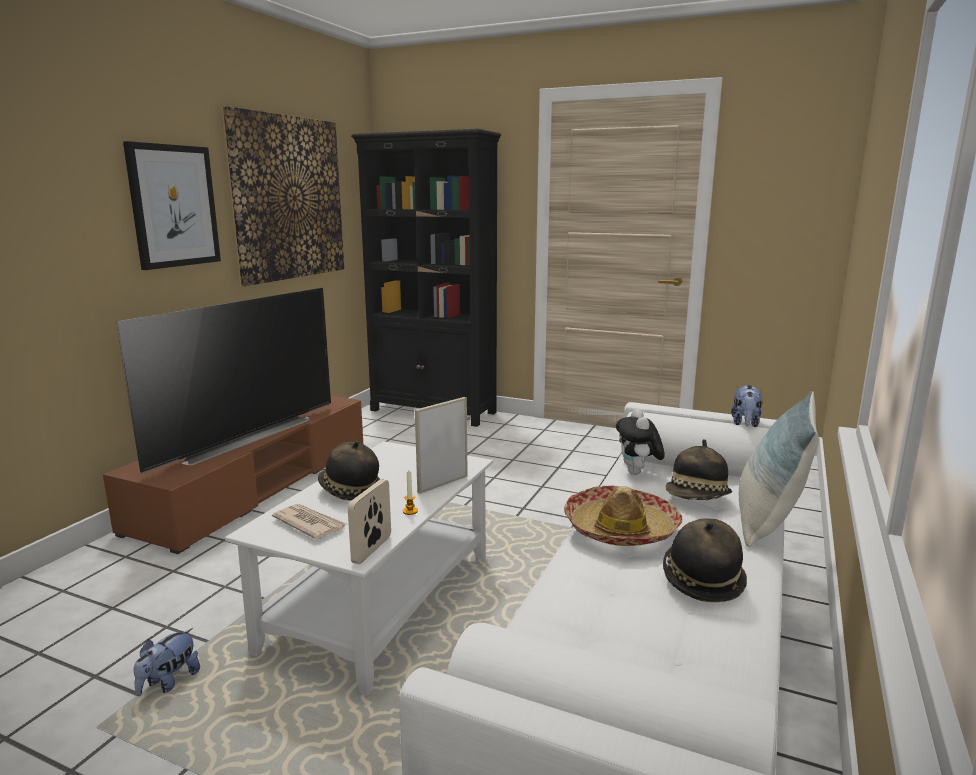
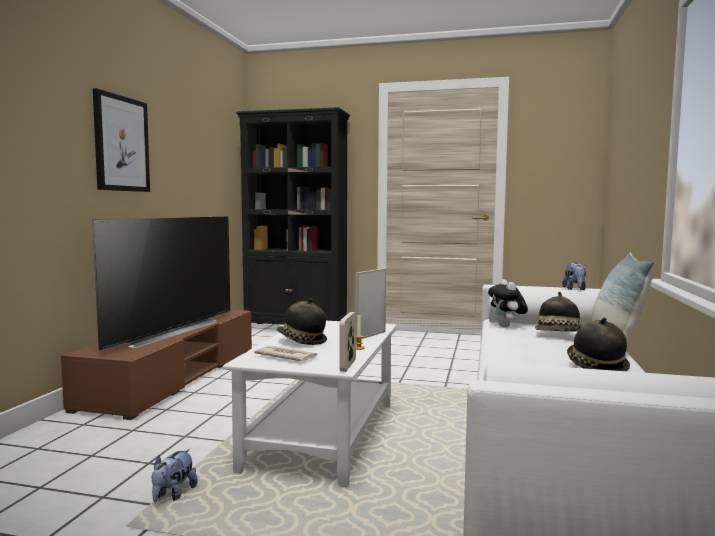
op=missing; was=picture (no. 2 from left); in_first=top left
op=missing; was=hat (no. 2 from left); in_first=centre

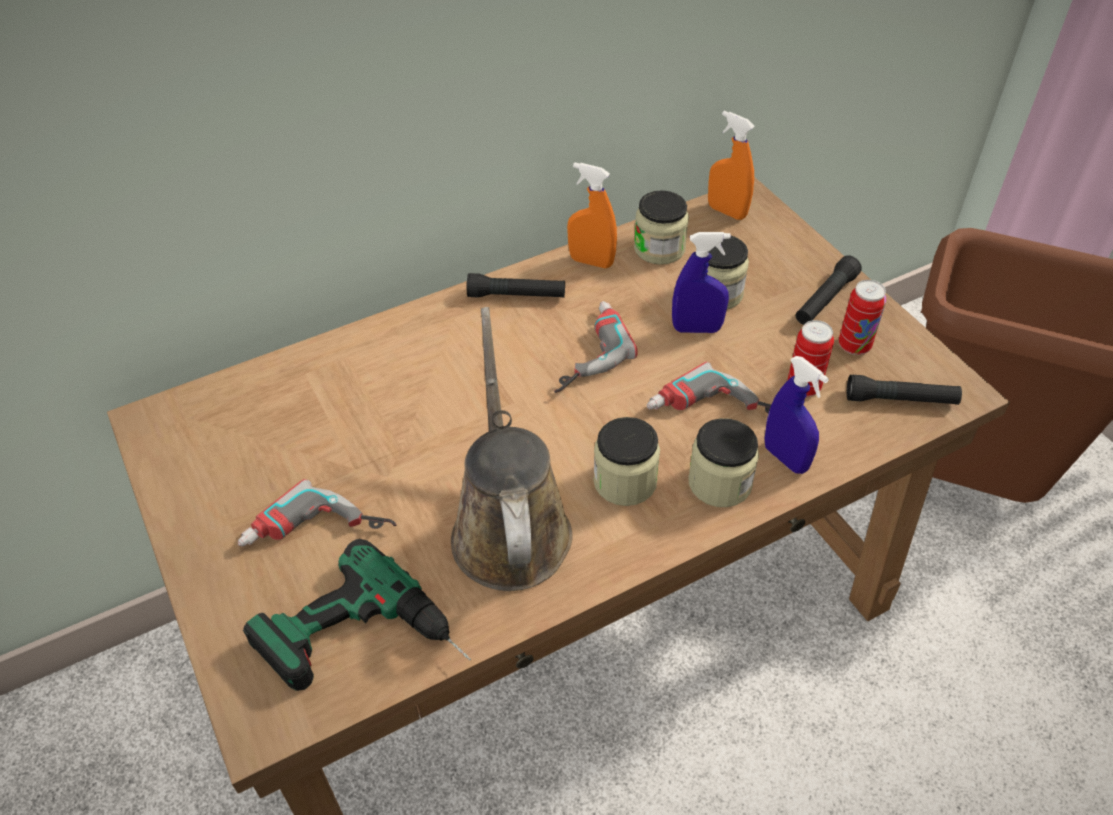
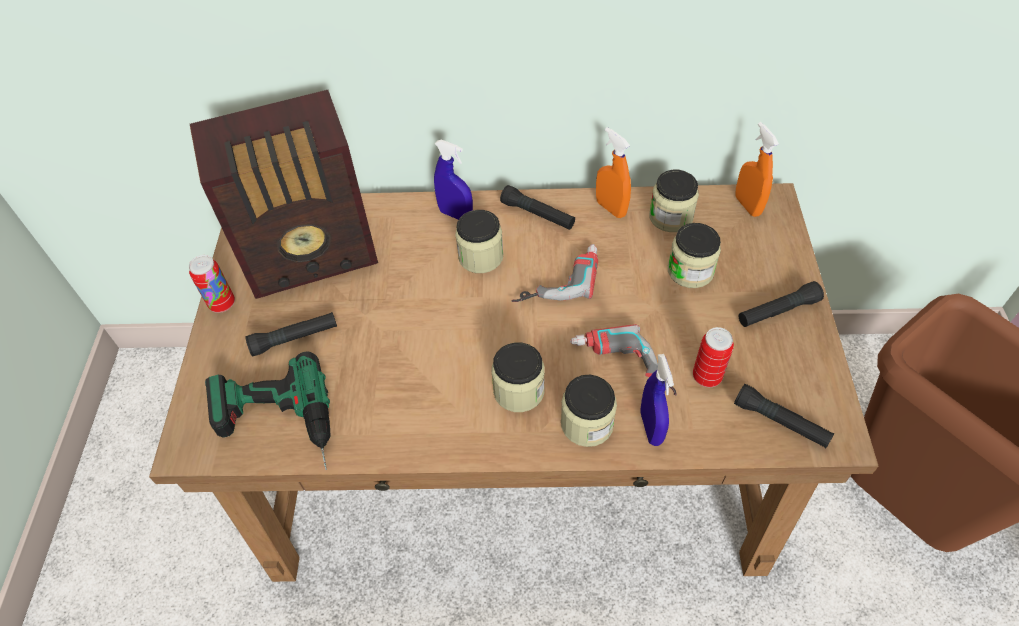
op=relocated; was=blue spray bottle (no. 1 from left); in_first=centre; in_second=top centre
op=relocated; was=can (no. 2 from left in the first image); now=can (no. 1 from left); in_first=middle right; in_second=middle left
op=missing; was=brown watering can; in_first=centre
op=exchanged; was=power drill (no. 1 from left); now=black flashlight (no. 1 from left); in_first=middle left; in_second=middle left
op=appeared; now=radio; in_second=top left
op=appeared; now=jar (no. 1 from left); in_second=centre

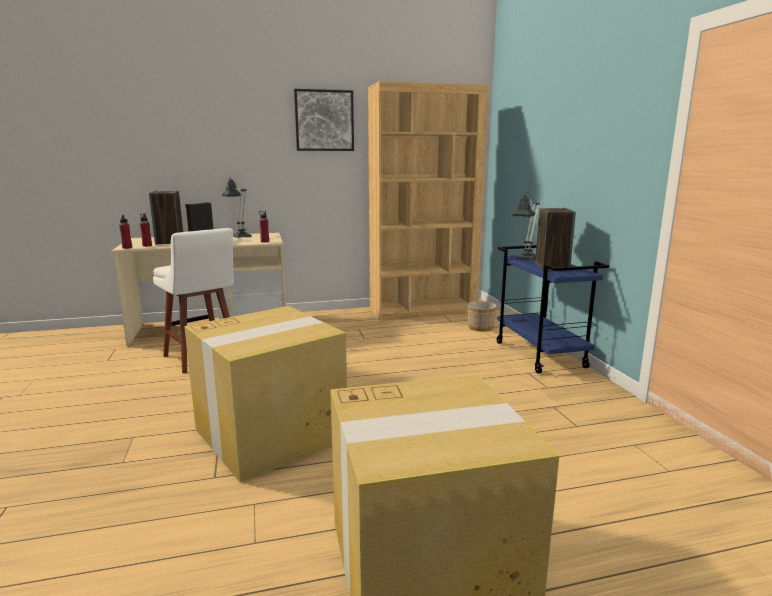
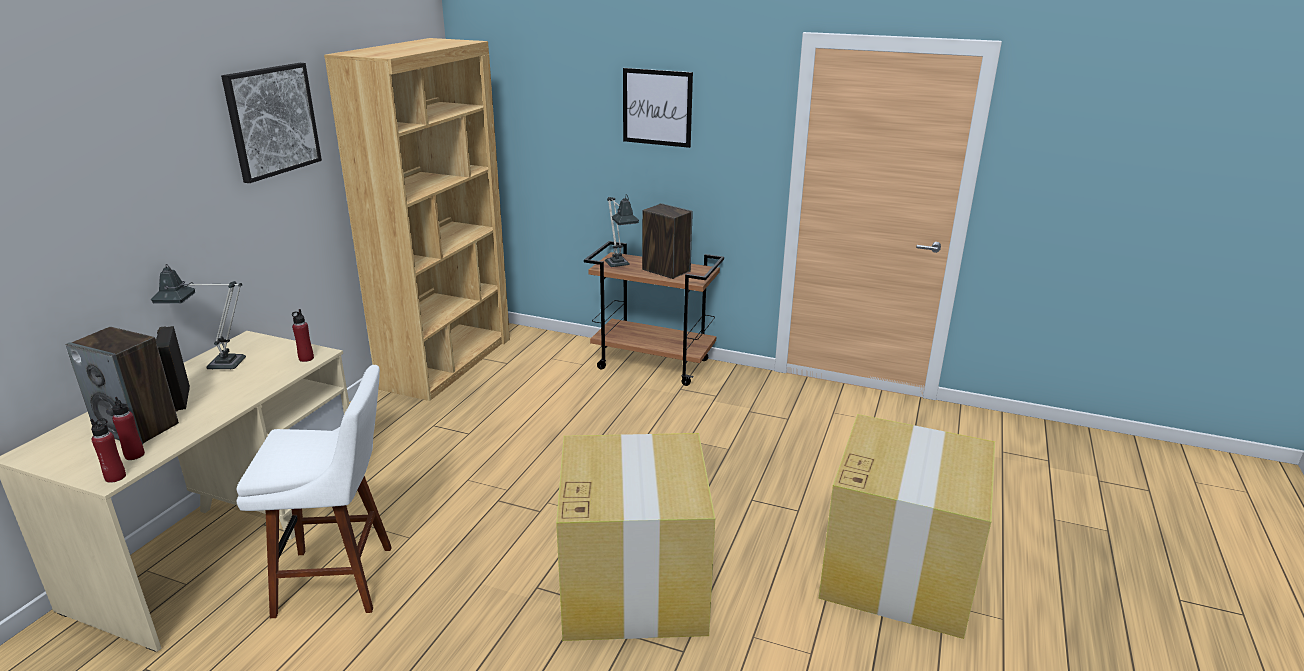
op=colour; was=blue cart; now=brown cart; in_first=middle right; in_second=centre
op=missing; was=planter; in_first=centre
op=appeared; now=picture (no. 2 from left); in_second=top centre

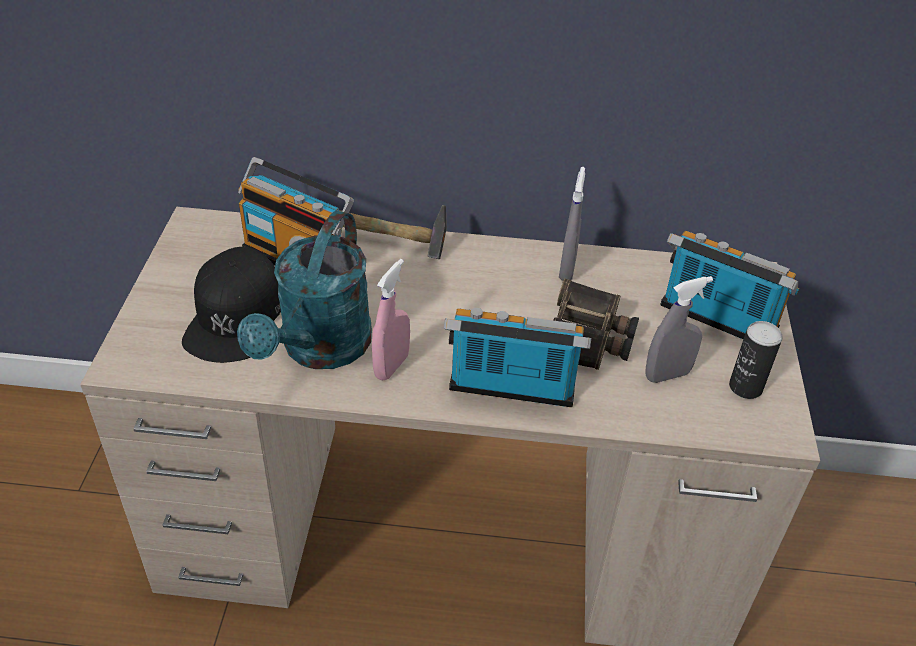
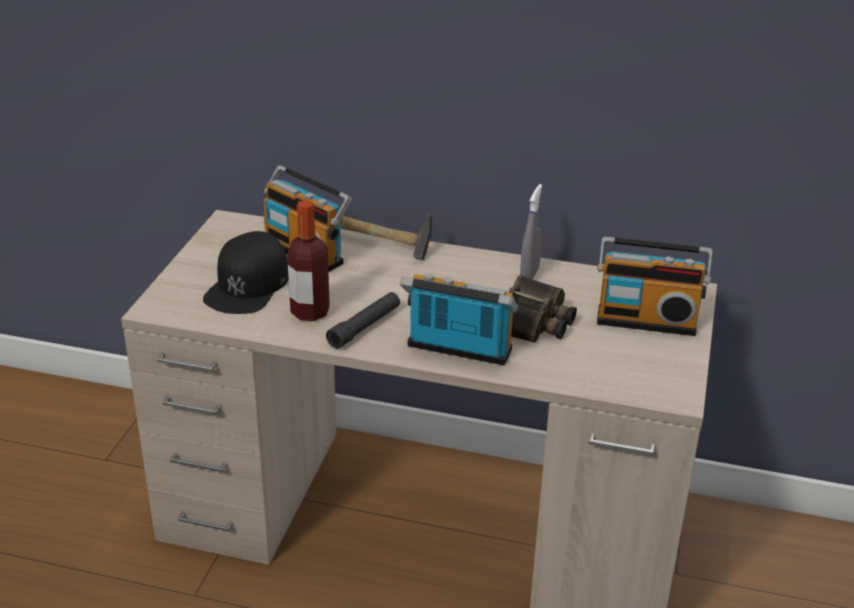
op=exchanged; was=turquoise watering can; now=bottle; in_first=middle left; in_second=centre
op=spun; was=radio (no. 3 from left); in_first=middle right; in_second=middle right; clockwise=150
op=exchanged; was=pink spray bottle; now=black flashlight; in_first=centre; in_second=centre
op=missing; was=grey spray bottle (no. 2 from left); in_first=middle right
op=missing; was=can; in_first=middle right

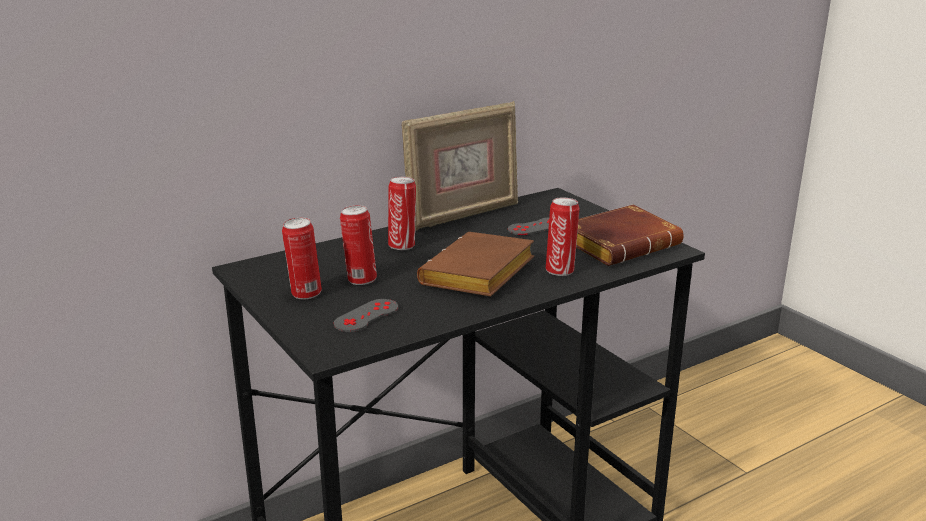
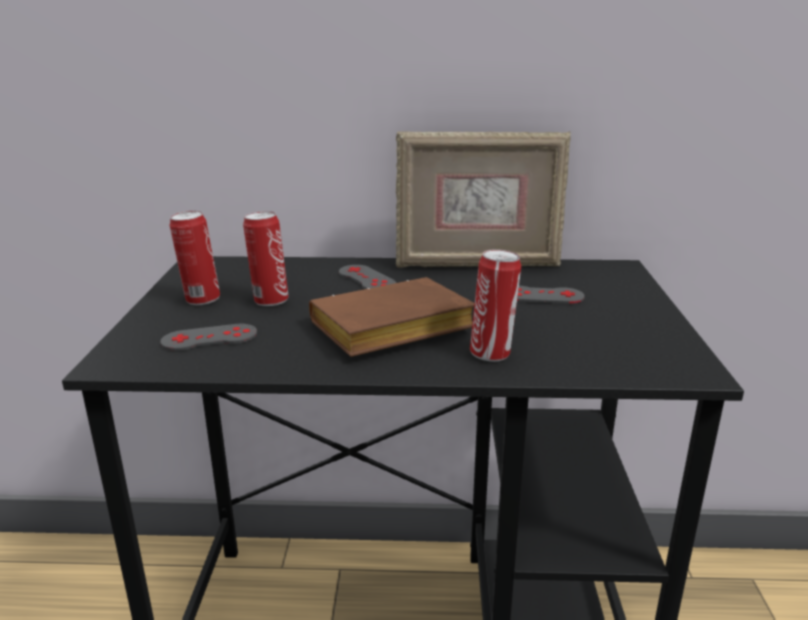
op=exchanged; was=can (no. 3 from left); now=grey game controller (no. 2 from left); in_first=centre; in_second=centre
op=missing; was=brown book (no. 2 from left); in_first=middle right

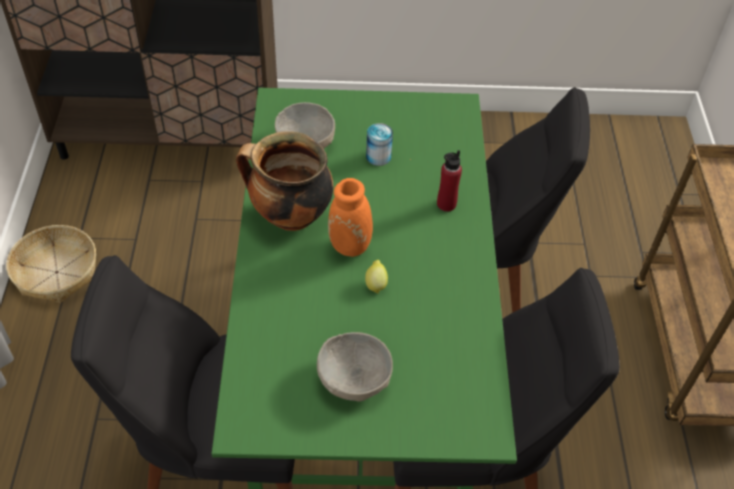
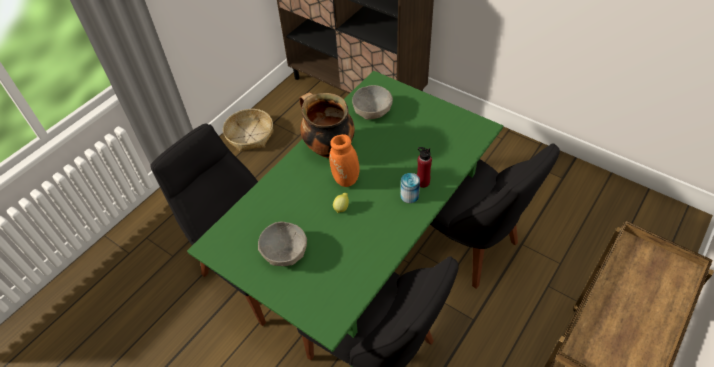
op=relocated; was=can; in_first=top centre; in_second=centre

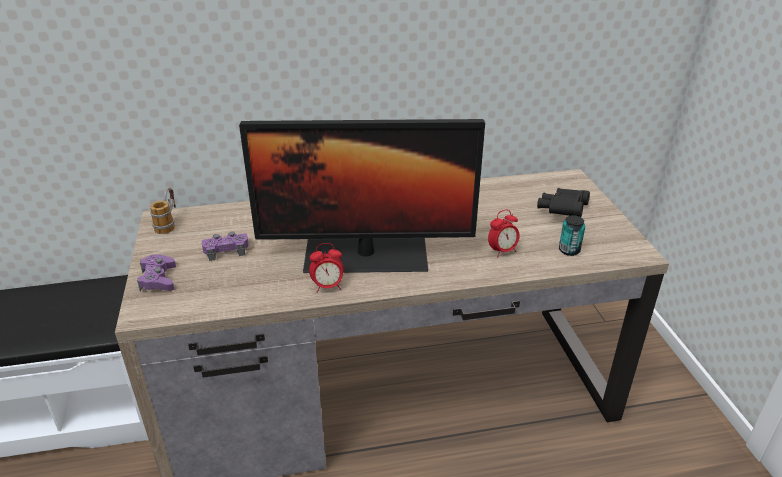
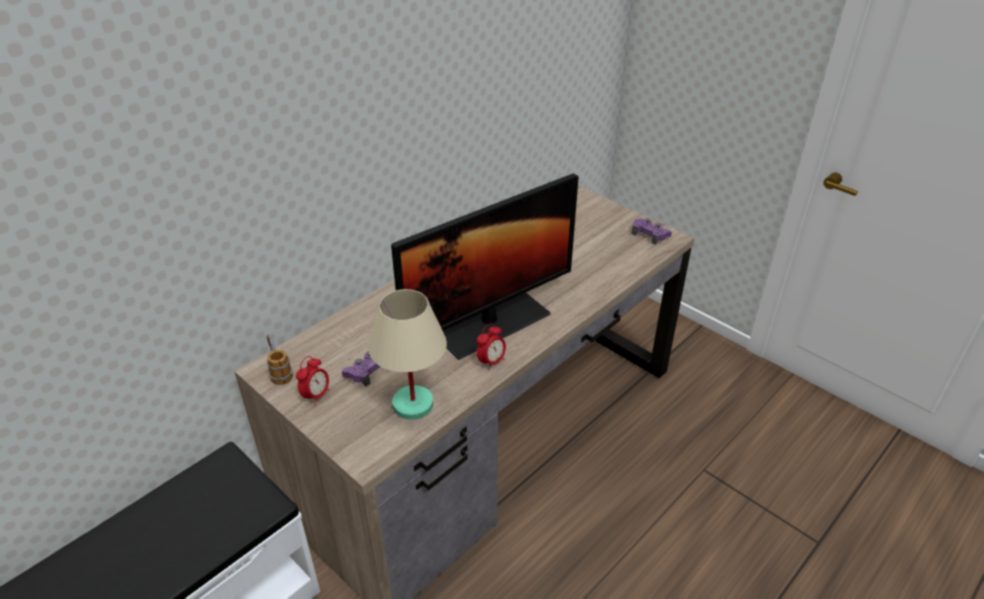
op=missing; was=black binoculars; in_first=middle right
op=relocated; was=alarm clock (no. 2 from left in the first image); now=alarm clock (no. 1 from left); in_first=centre; in_second=middle left
op=missing; was=can; in_first=middle right
op=relocated; was=purple game controller (no. 1 from left in the first image); now=purple game controller (no. 2 from left); in_first=middle left; in_second=centre
op=appeared; now=beige table lamp; in_second=centre

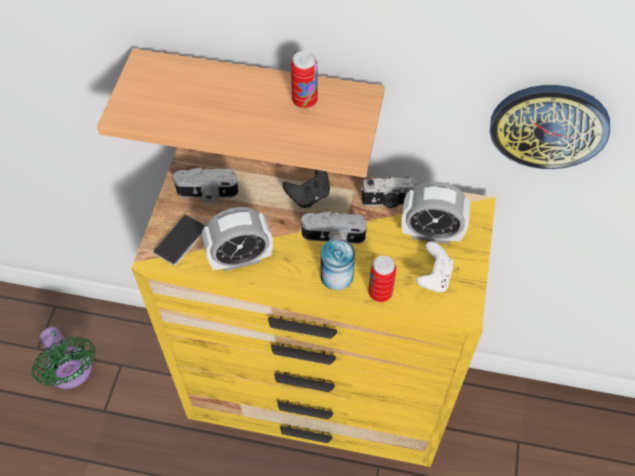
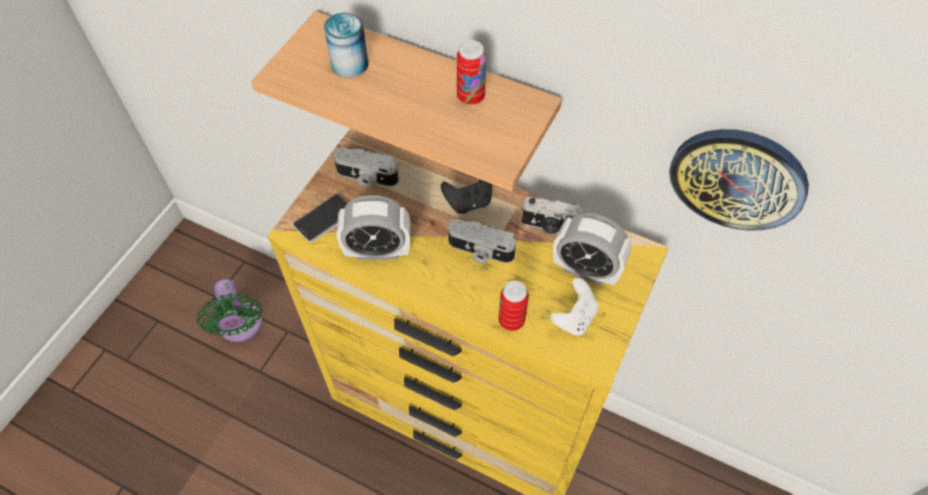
op=relocated; was=can (no. 2 from left in the first image); now=can (no. 1 from left); in_first=centre; in_second=top centre

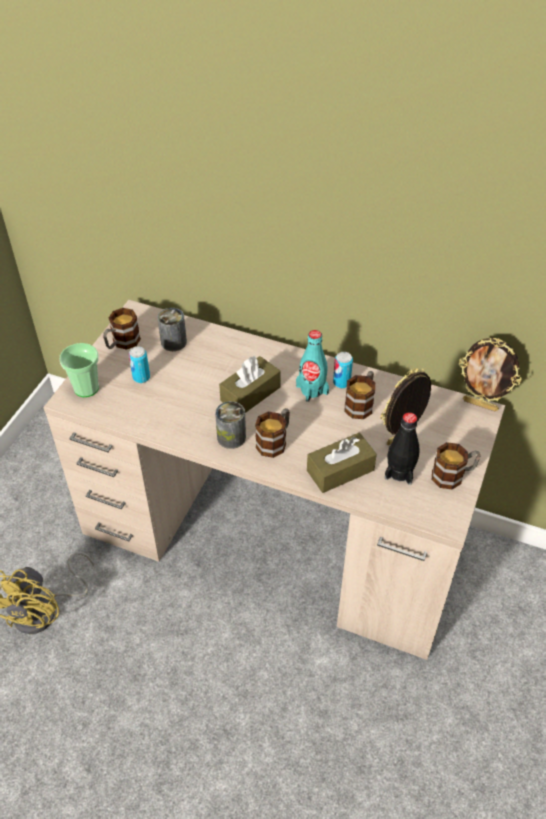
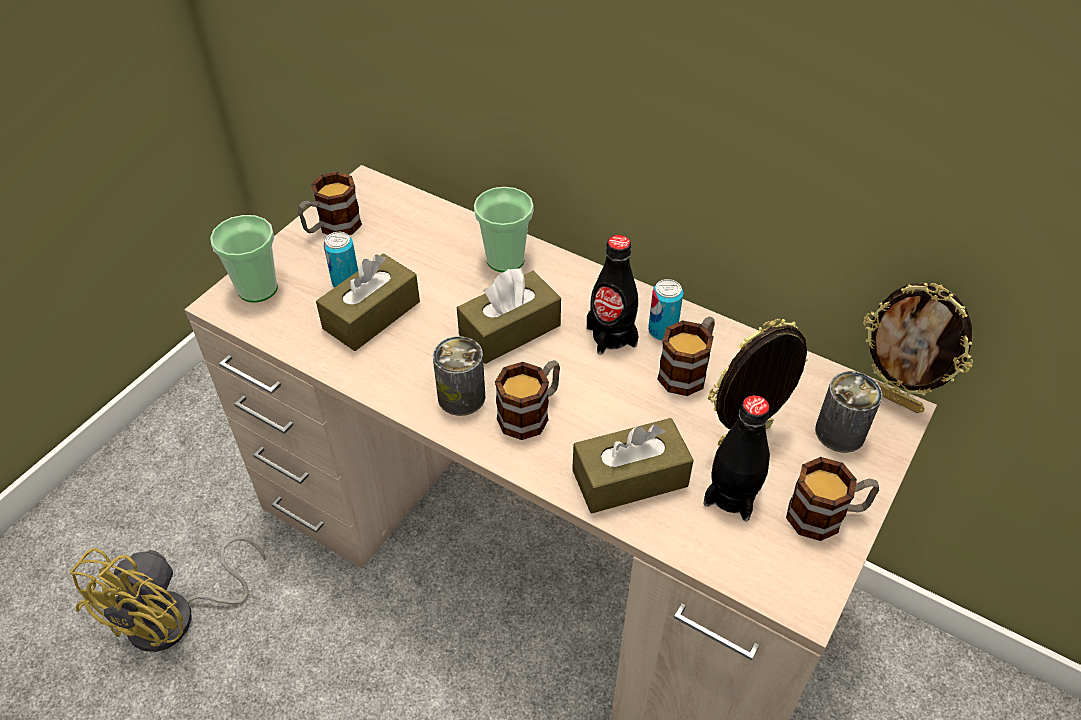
op=relocated; was=can (no. 2 from left in the first image); now=can (no. 4 from left); in_first=middle left; in_second=middle right
op=colour; was=turquoise bottle; now=black bottle (no. 1 from left); in_first=centre; in_second=centre
op=appeared; now=cup (no. 2 from left); in_second=top centre
op=appeared; now=brown tissue box (no. 1 from left); in_second=centre

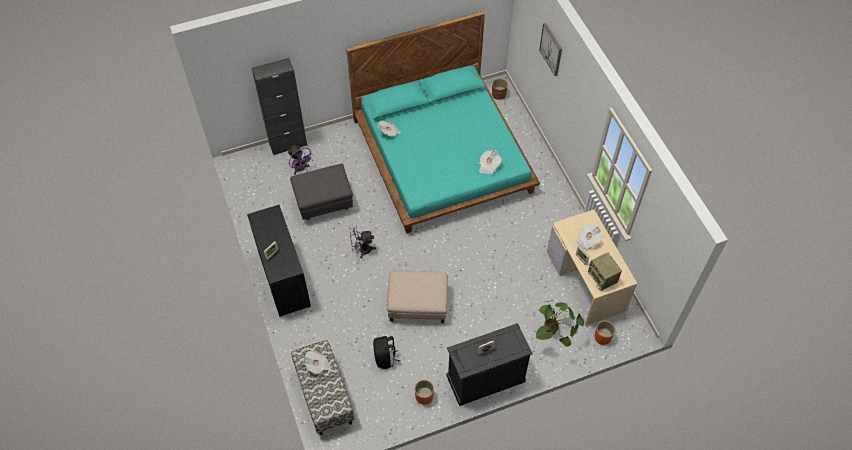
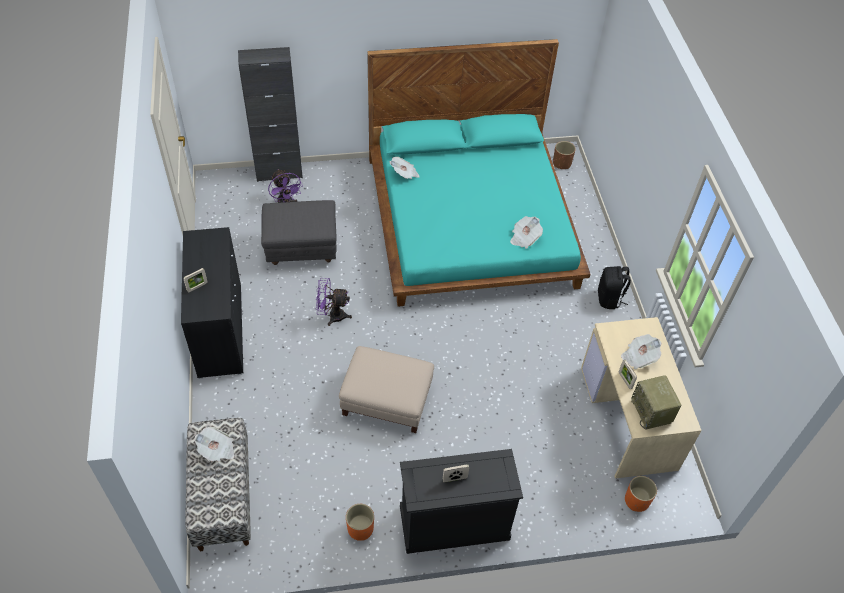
op=missing; was=picture; in_first=top centre
op=missing; was=potted plant; in_first=bottom centre
op=relocated; was=black backpack; in_first=bottom centre; in_second=middle right

